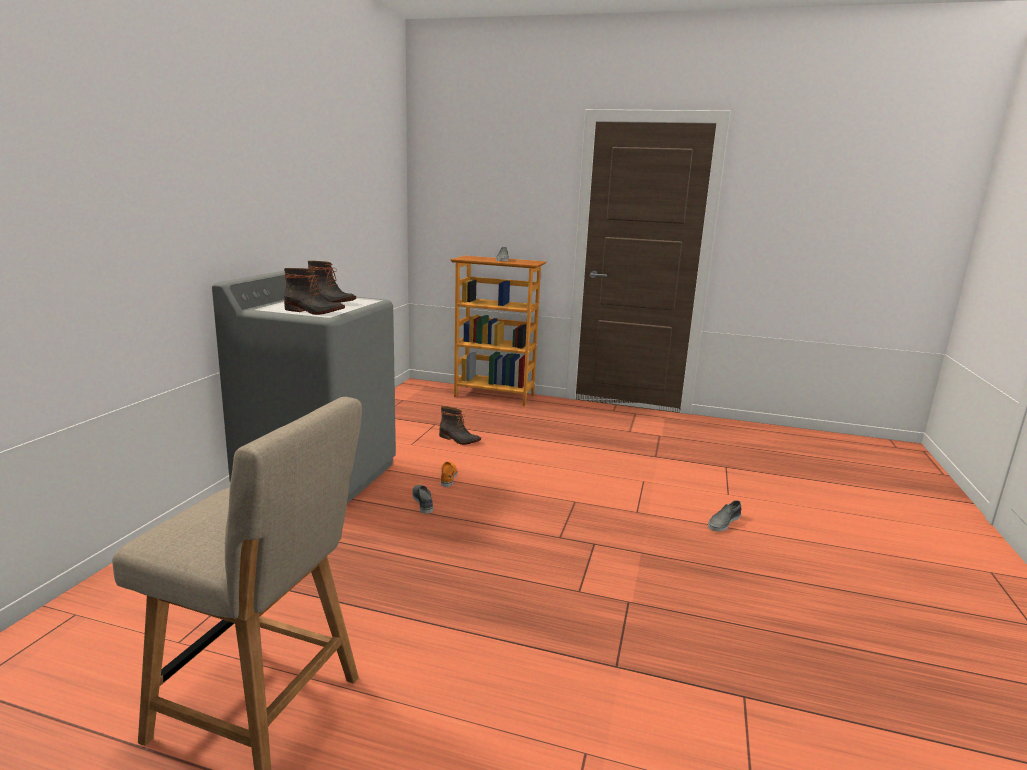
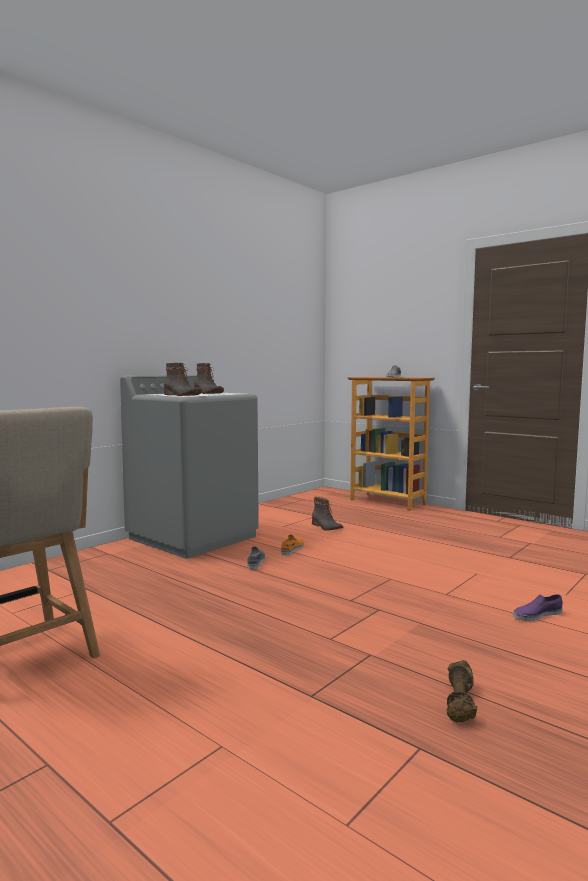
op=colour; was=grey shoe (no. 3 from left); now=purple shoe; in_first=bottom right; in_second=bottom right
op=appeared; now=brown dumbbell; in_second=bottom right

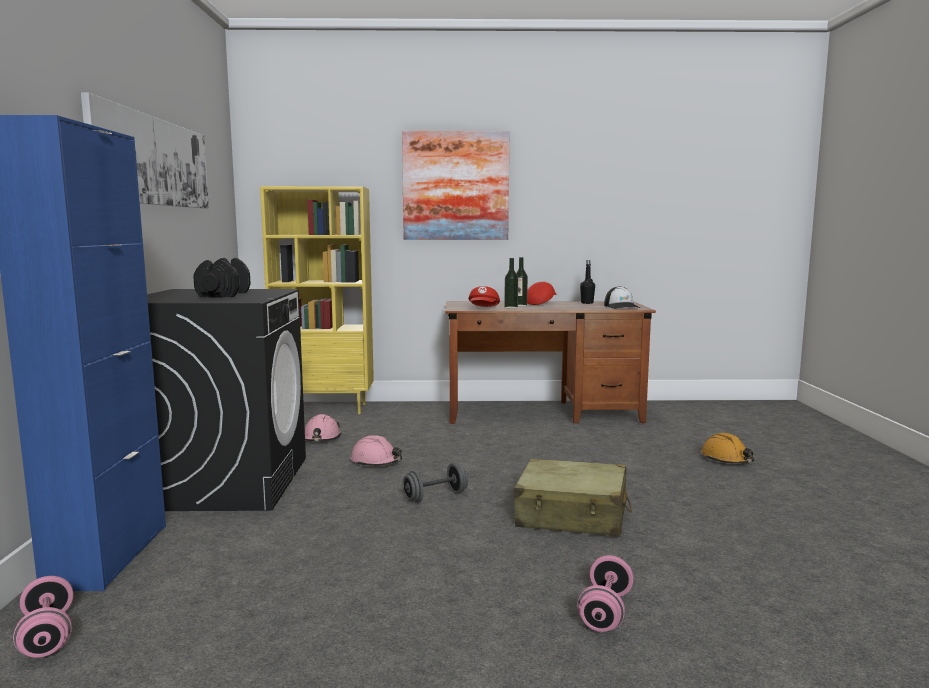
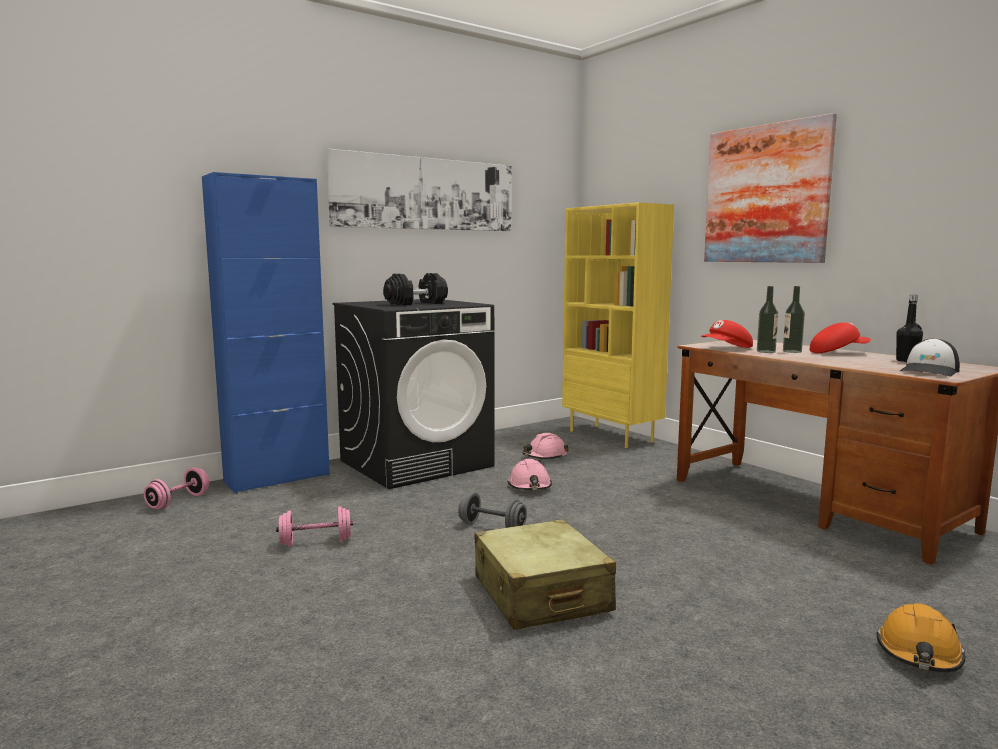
op=relocated; was=pink dumbbell (no. 2 from left); in_first=bottom centre; in_second=bottom left

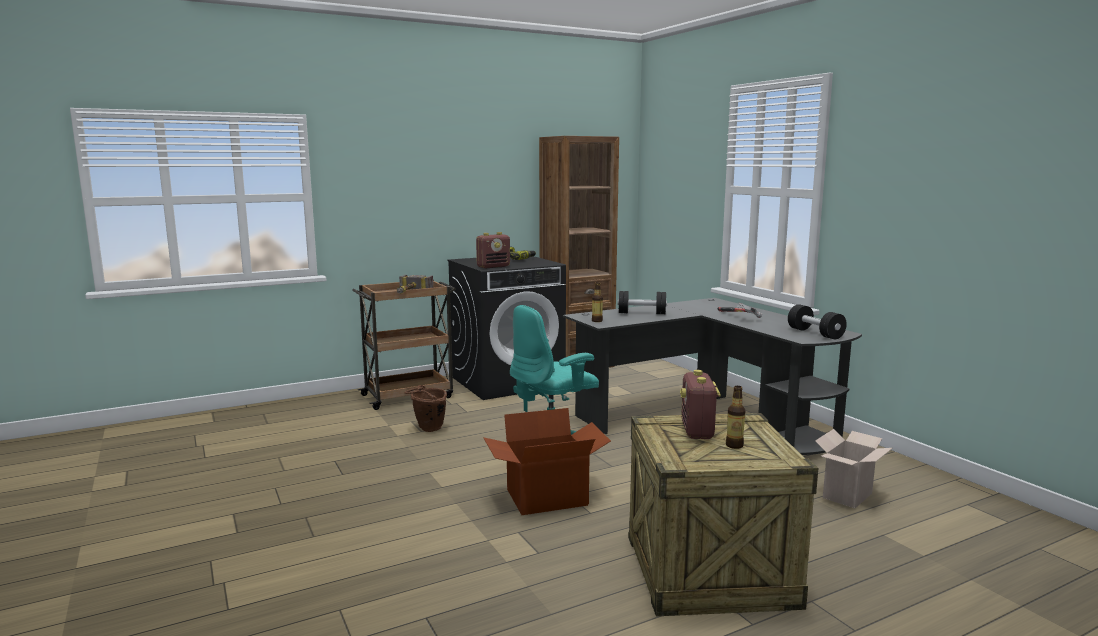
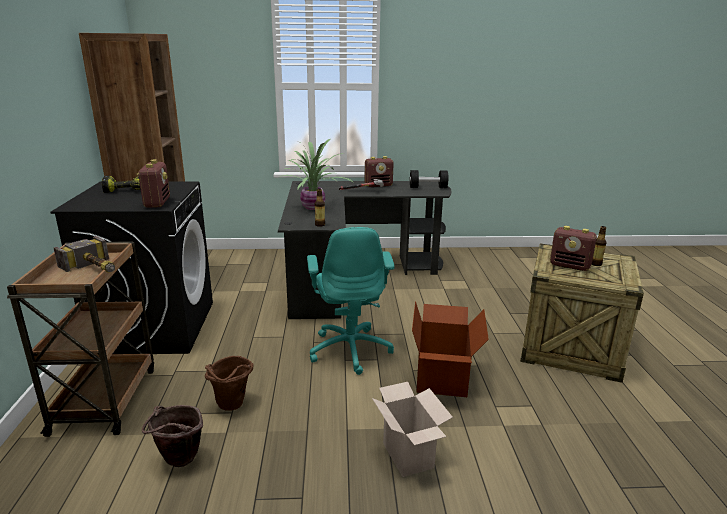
op=exchanged; was=black dumbbell (no. 1 from left); now=potted plant; in_first=centre; in_second=centre
op=relocated; was=cardboard box (no. 2 from left in the first image); now=cardboard box (no. 1 from left); in_first=bottom right; in_second=bottom centre
op=appeared; now=radio (no. 2 from left); in_second=top centre
op=appeared; now=brown bucket (no. 1 from left); in_second=bottom left

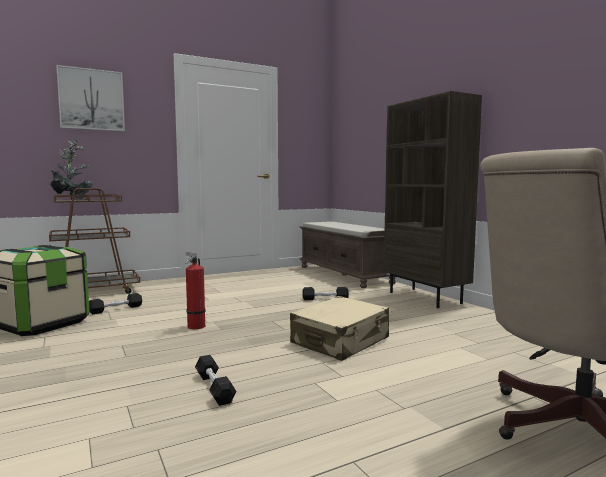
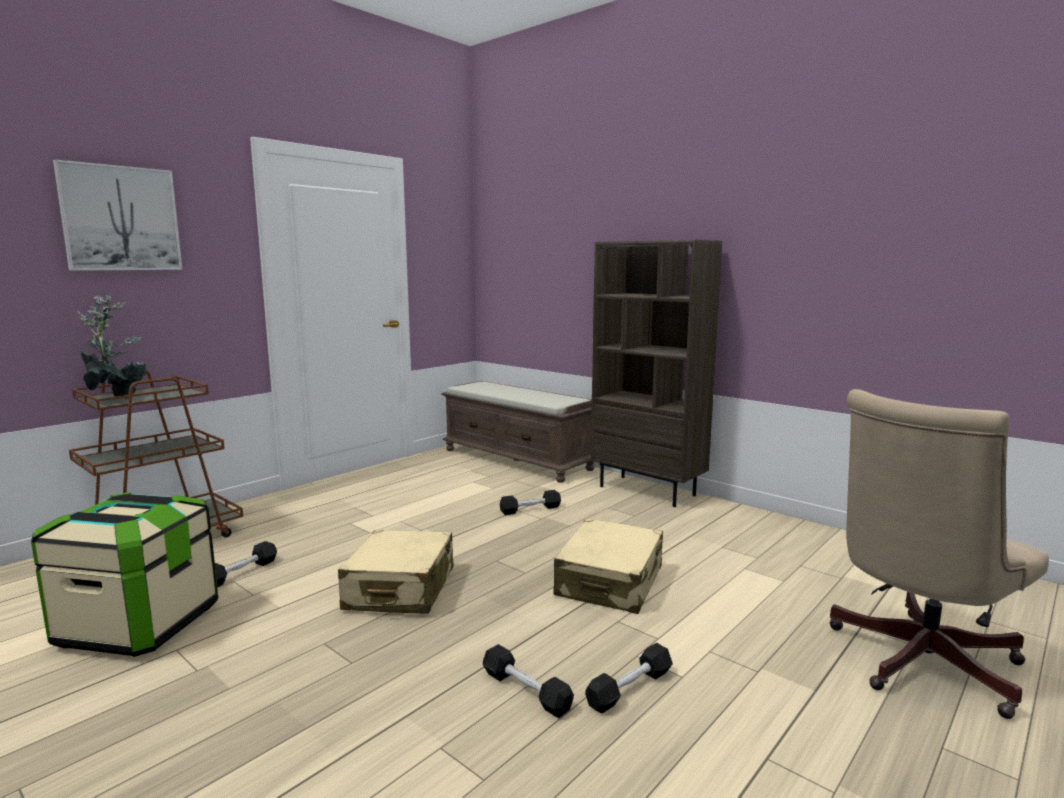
op=exchanged; was=fire extinguisher; now=beige suitcase (no. 1 from left); in_first=middle left; in_second=bottom centre
op=appeared; now=black dumbbell (no. 4 from left); in_second=bottom centre

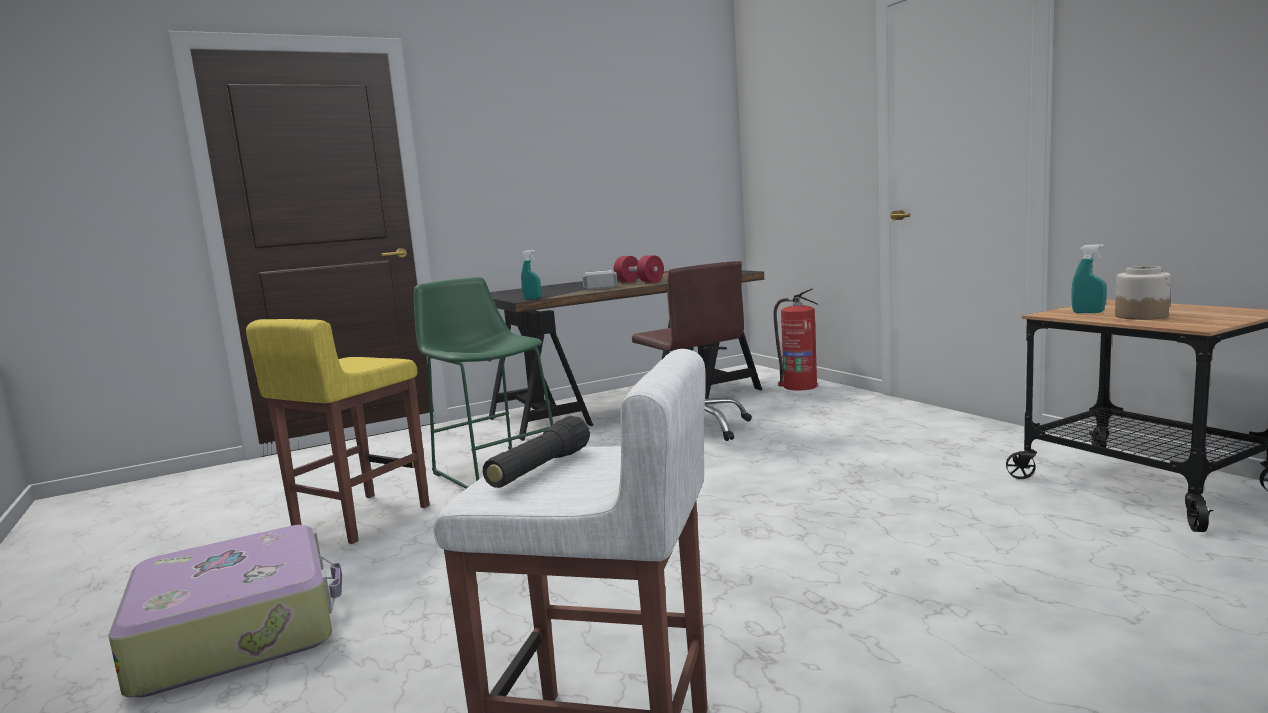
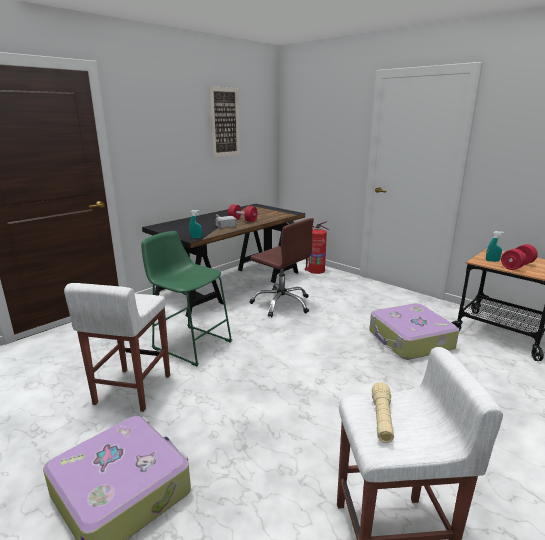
op=exchanged; was=jar; now=red dumbbell (no. 2 from left); in_first=middle right; in_second=middle right
op=colour; was=yellow stool; now=white stool (no. 1 from left); in_first=middle left; in_second=middle left
op=colour; was=black flashlight; now=beige flashlight; in_first=centre; in_second=bottom right
op=appeared; now=picture; in_second=top centre
op=appeared; now=suitcase (no. 2 from left); in_second=middle right

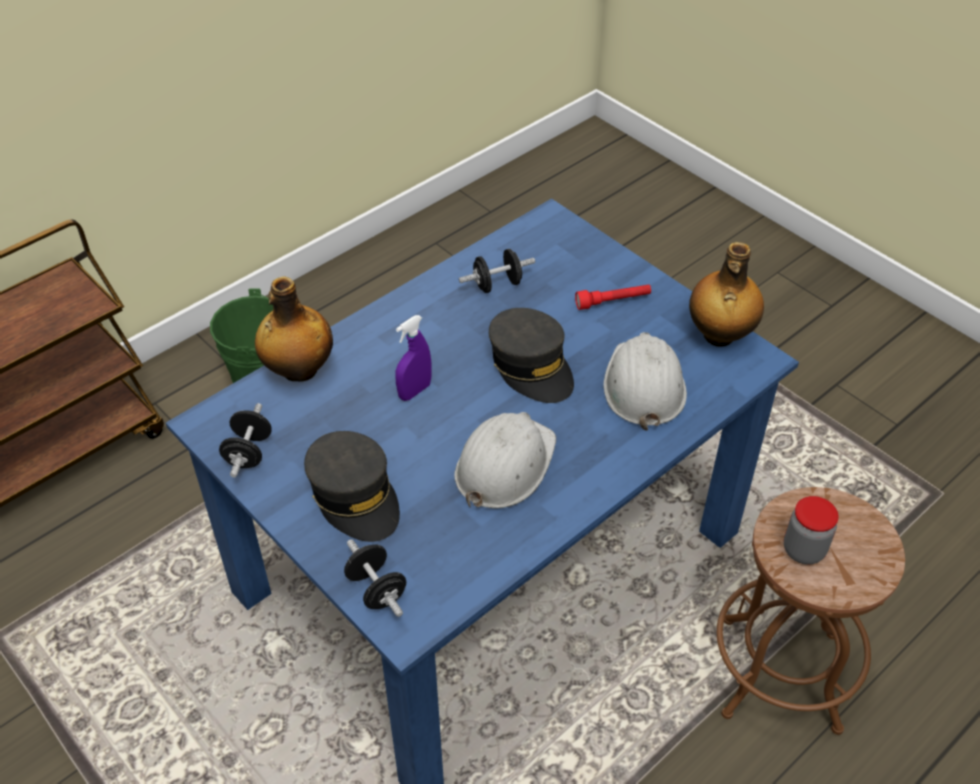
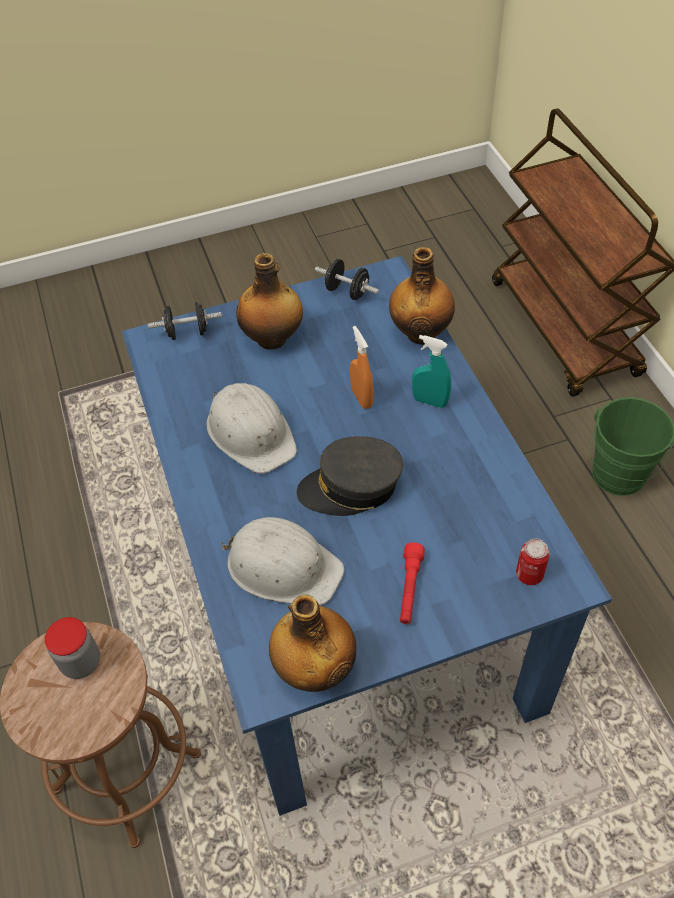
op=missing; was=black dumbbell (no. 3 from left); in_first=centre
op=colour; was=purple spray bottle; now=orange spray bottle; in_first=centre; in_second=centre
op=exchanged; was=grey cap (no. 1 from left); now=bottle (no. 1 from left); in_first=centre; in_second=centre
op=appeared; now=turquoise spray bottle; in_second=centre
op=appeared; now=can; in_second=middle right

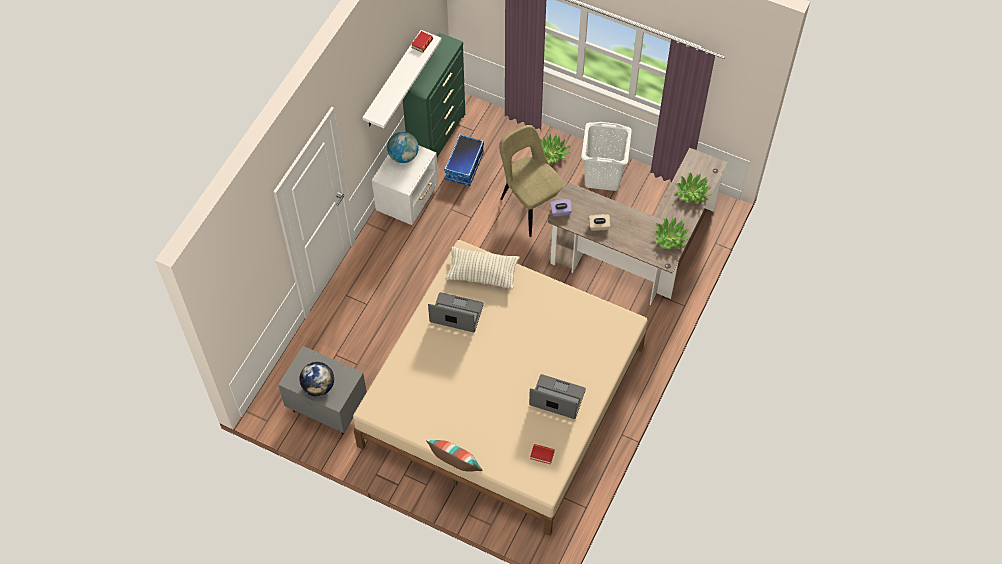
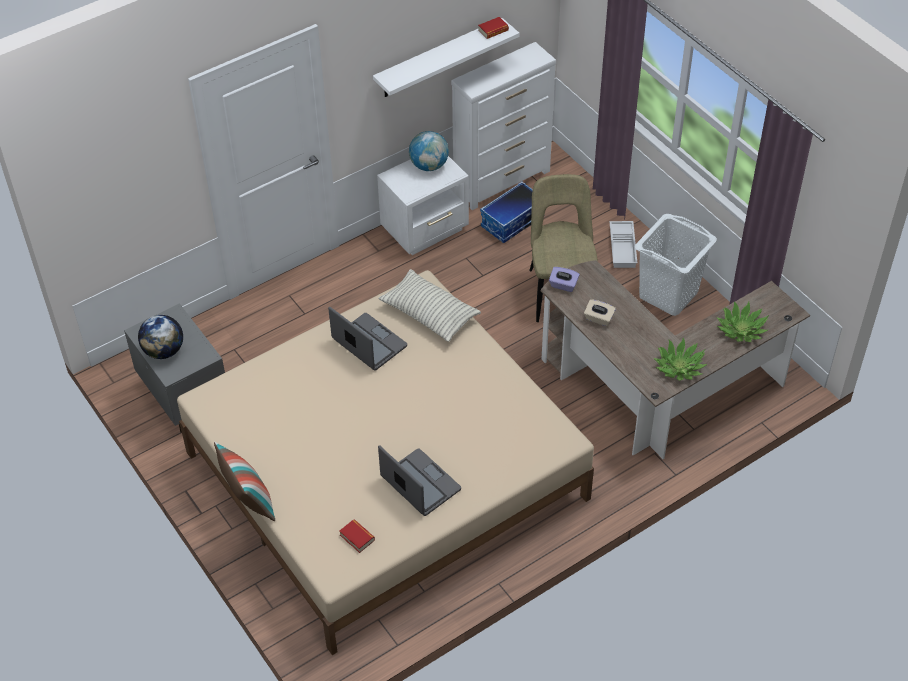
op=colour; was=green dresser; now=white dresser; in_first=top centre; in_second=top centre
op=exchanged; was=potted plant (no. 1 from left); now=white tray; in_first=top centre; in_second=middle right

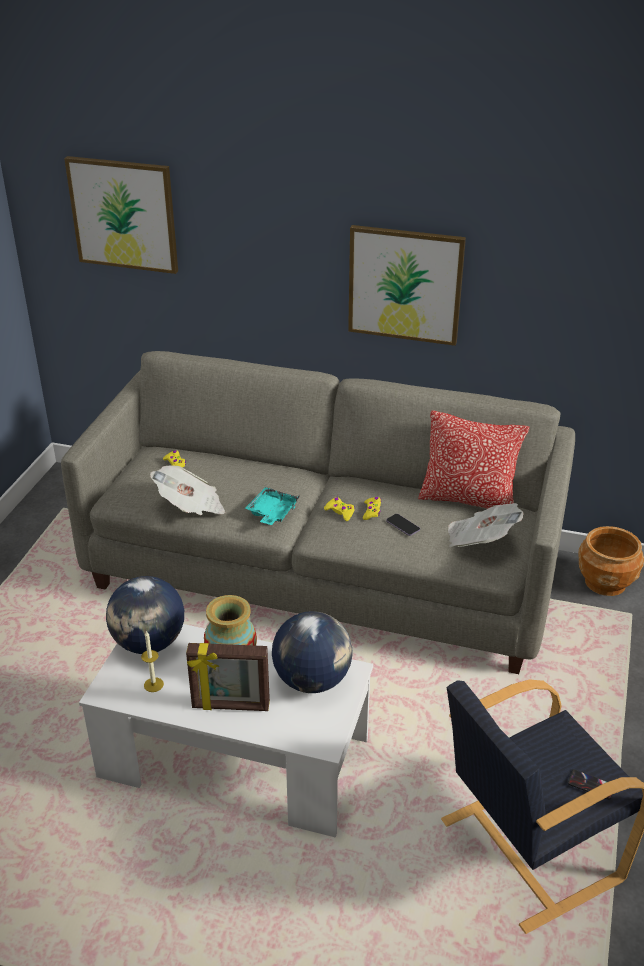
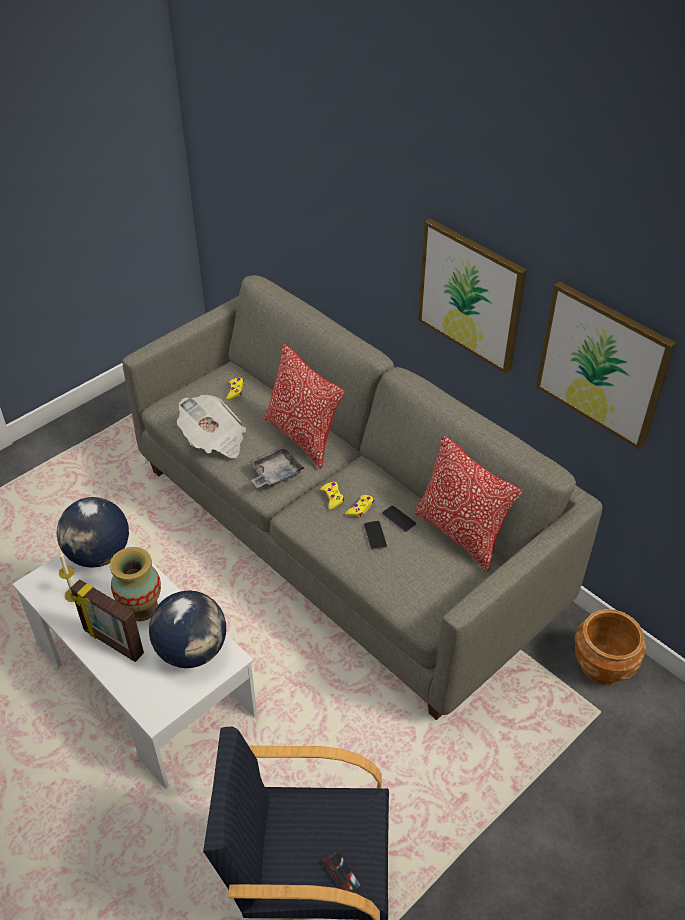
op=relocated; was=picture (no. 1 from left in the first image); now=picture (no. 2 from left); in_first=top left; in_second=middle right
op=colour; was=turquoise tray; now=grey tray; in_first=centre; in_second=centre
op=missing; was=newspaper (no. 2 from left); in_first=middle right
op=appeared; now=pillow (no. 1 from left); in_second=centre
op=appeared; now=phone (no. 3 from left); in_second=centre

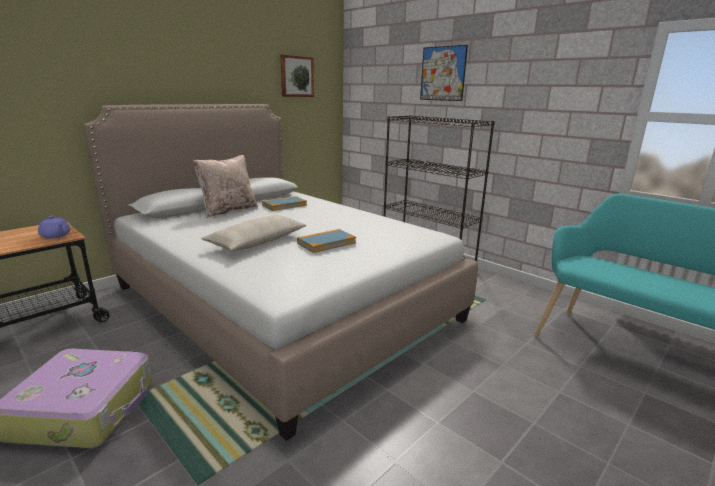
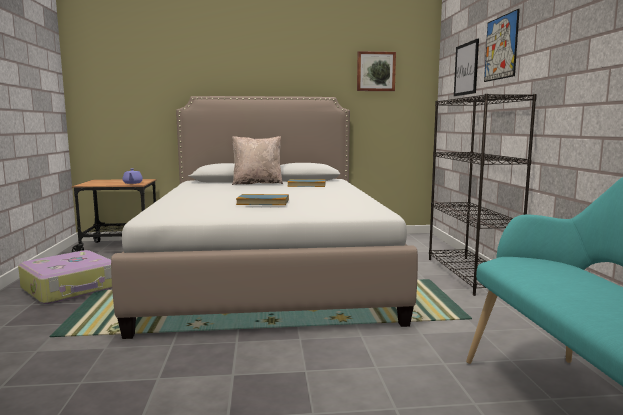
op=missing; was=beige pillow (no. 2 from left); in_first=centre
op=appeared; now=picture (no. 2 from left); in_second=top right

